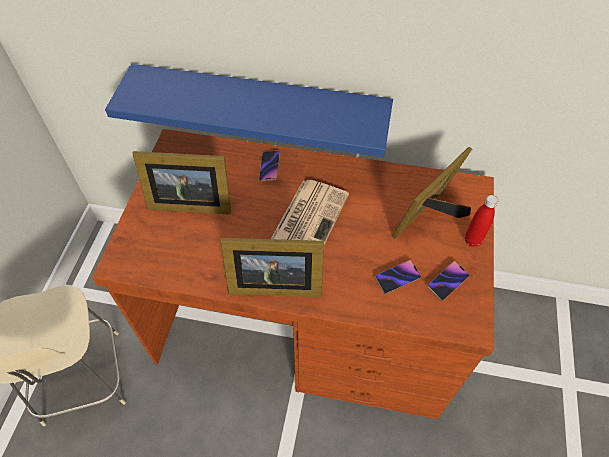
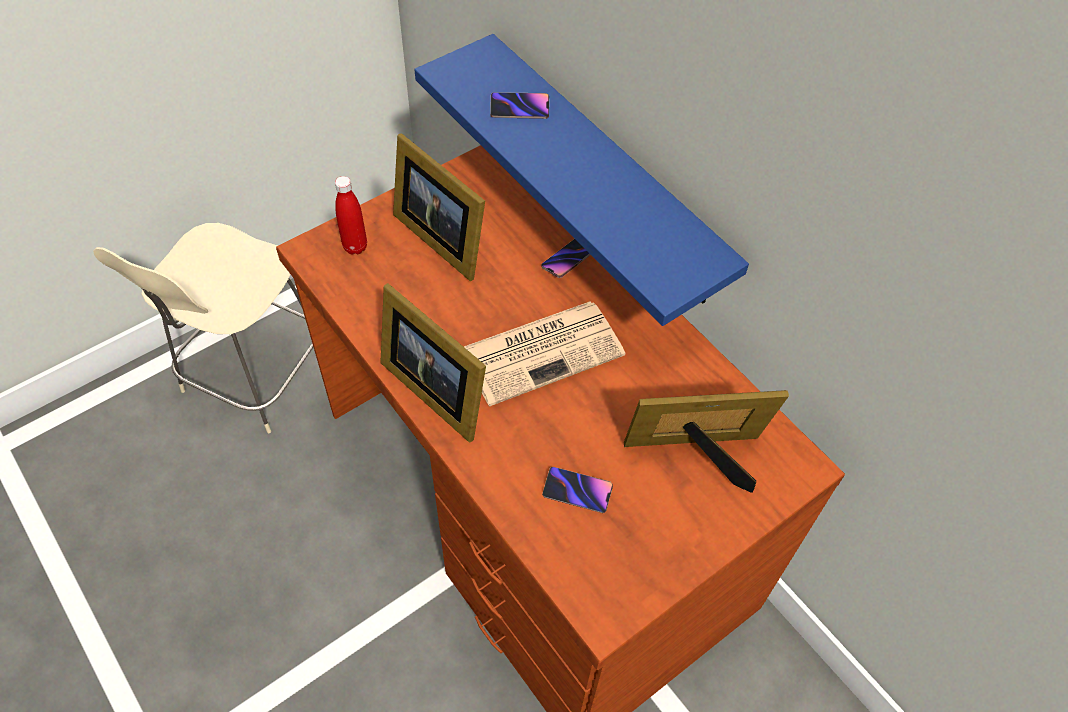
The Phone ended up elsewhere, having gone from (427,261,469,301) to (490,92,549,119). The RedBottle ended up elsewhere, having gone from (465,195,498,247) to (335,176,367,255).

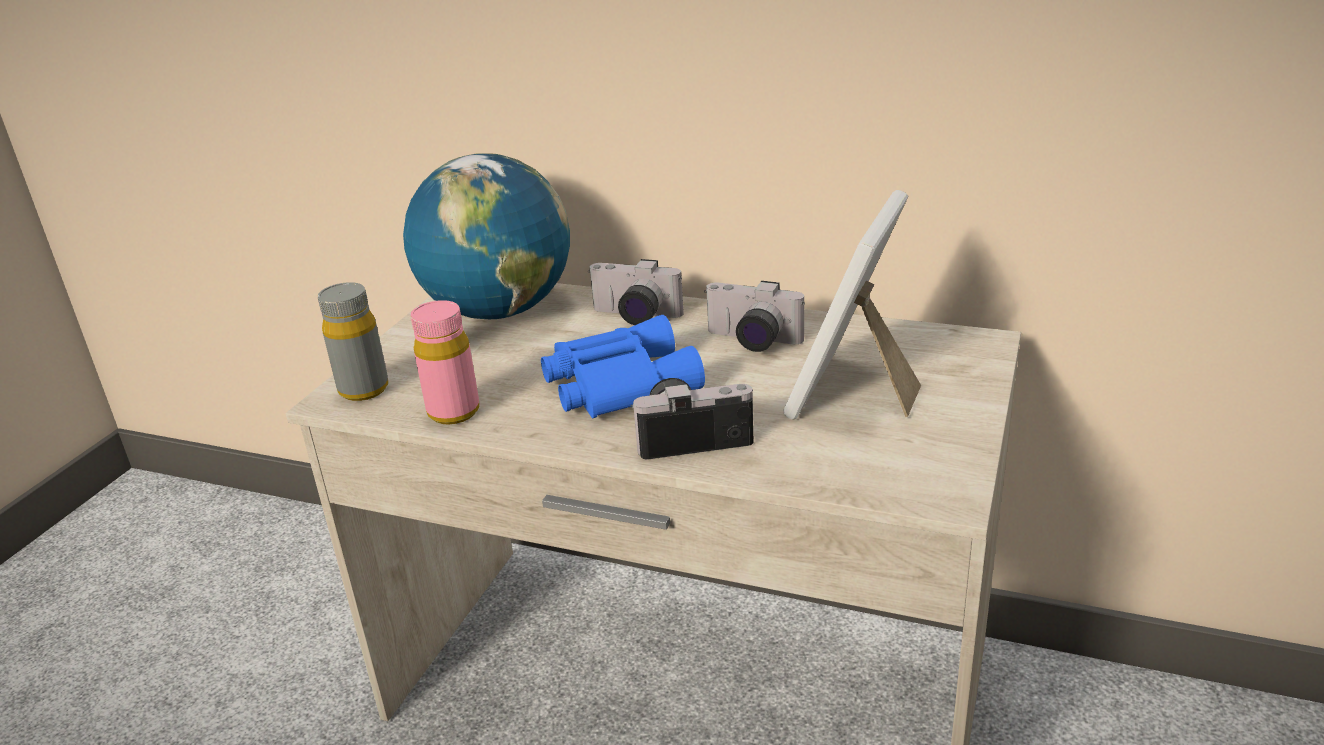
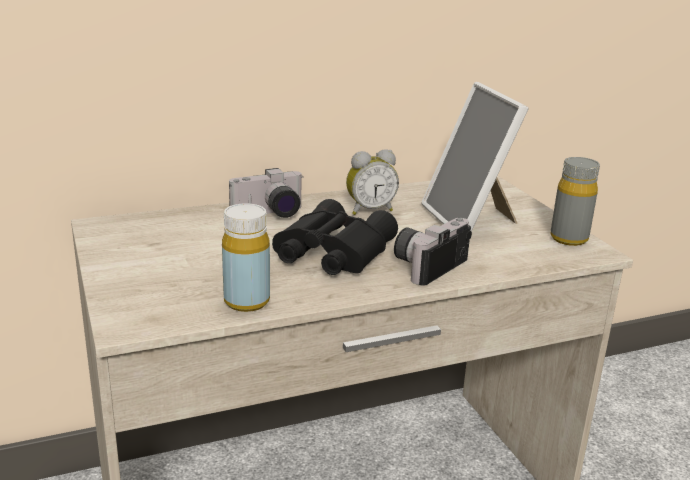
The second view lost the Globe at (403,153,570,319). The GreyishBottle ended up elsewhere, having gone from (318,282,389,401) to (550,157,600,246). Where the StillCamera stood at (704,281,805,352), the AlarmClock came to stand at (346,149,399,215). What was the PinkColouredBottle at (411,300,480,424) turned into the YellowColouredBottle at (222,203,270,312). What was the BluishFieldGlasses at (541,315,705,418) turned into the BlackFieldGlasses at (272,199,398,275).

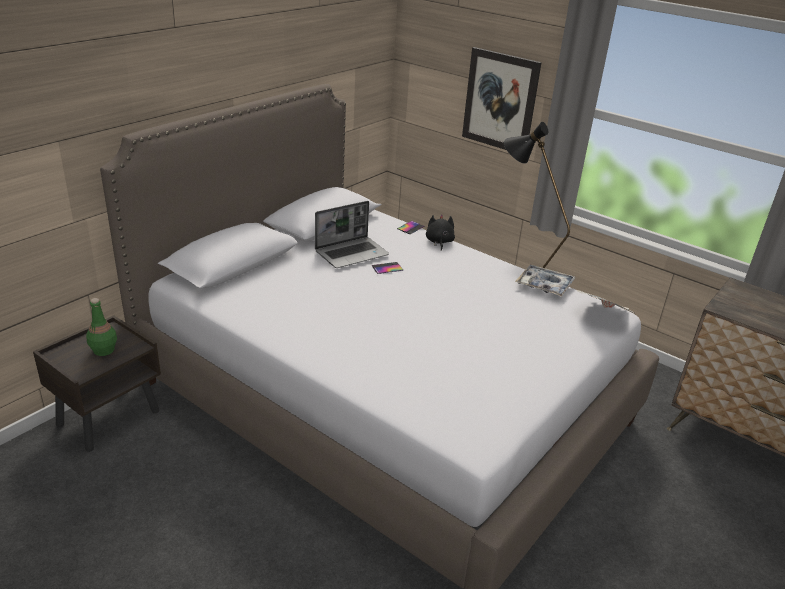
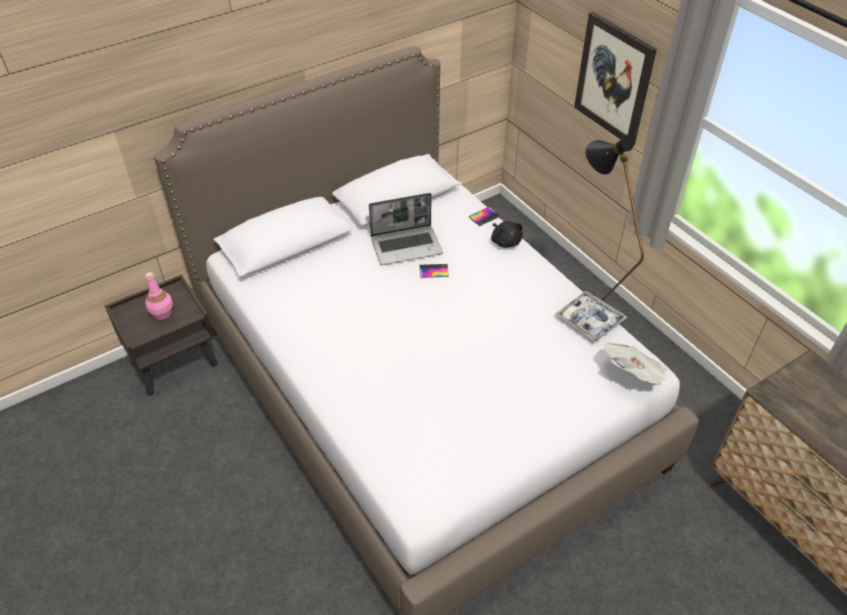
What was the GreenishBottle at (86,298,117,356) turned into the PinkColouredBottle at (145,272,173,320). The BlackCuddlyToy at (426,214,455,251) ended up facing another way, 135 degrees clockwise from before.

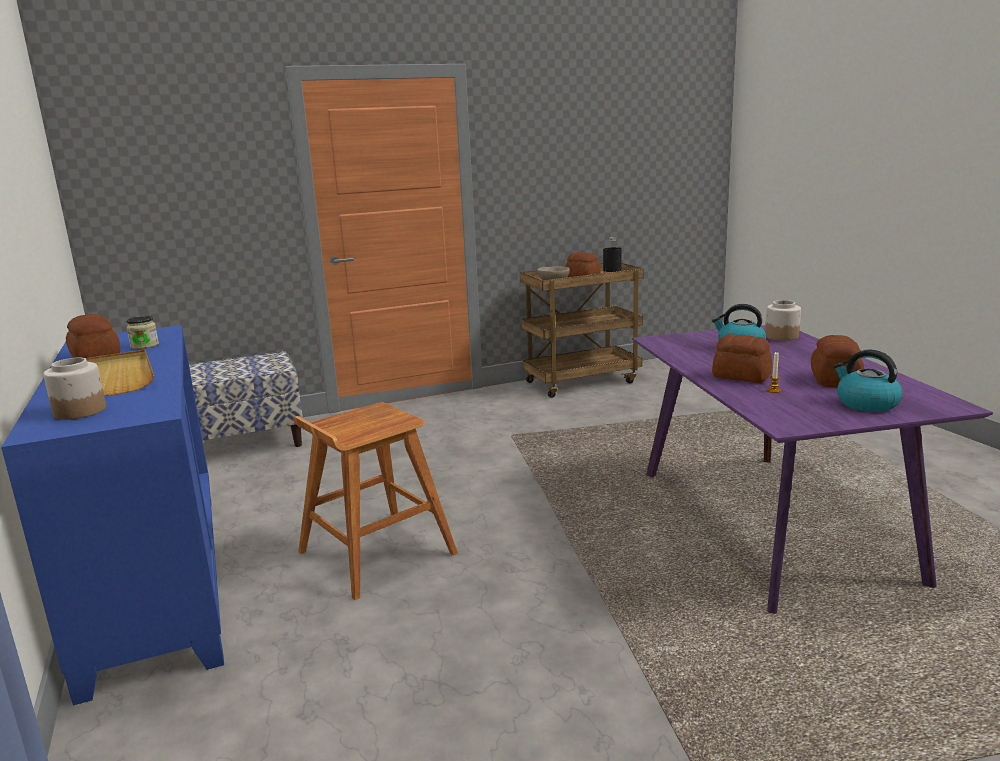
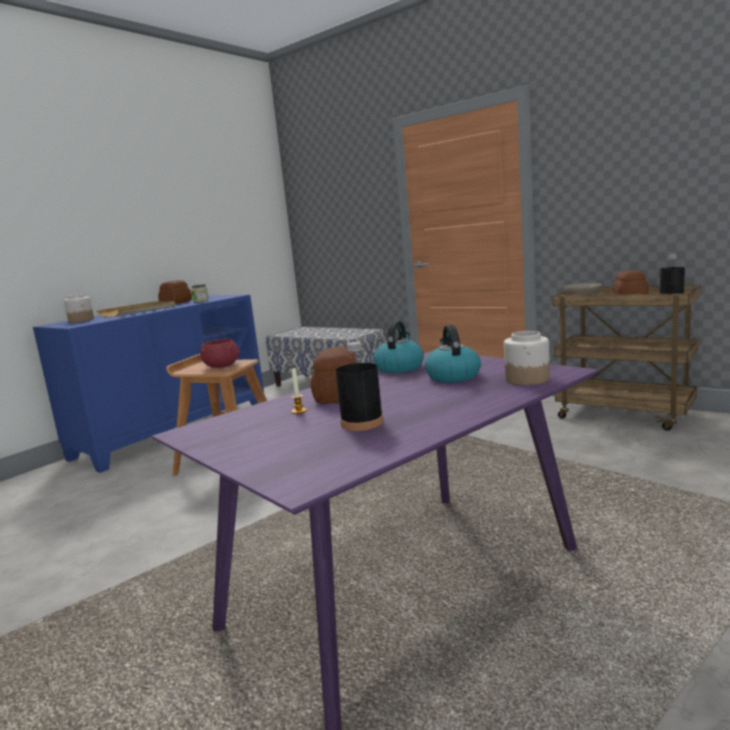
The second view gained the RedDeepDish at (200,339,240,368). The TeaKettle ended up elsewhere, having gone from (834,349,902,412) to (374,321,424,373). Where the BakeryBread stood at (811,335,864,387), the BlackBottle came to stand at (336,342,383,431).

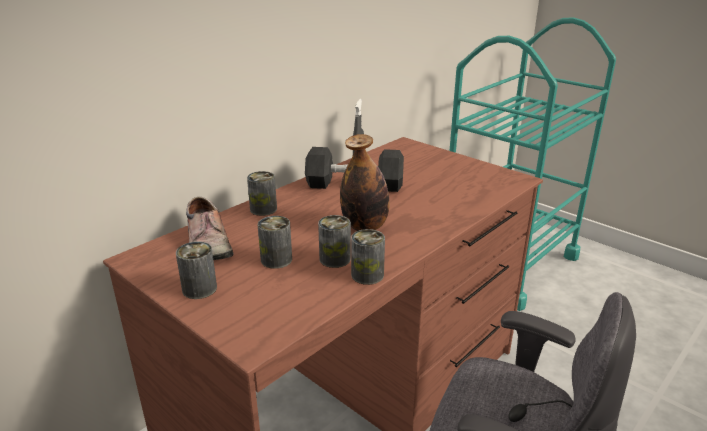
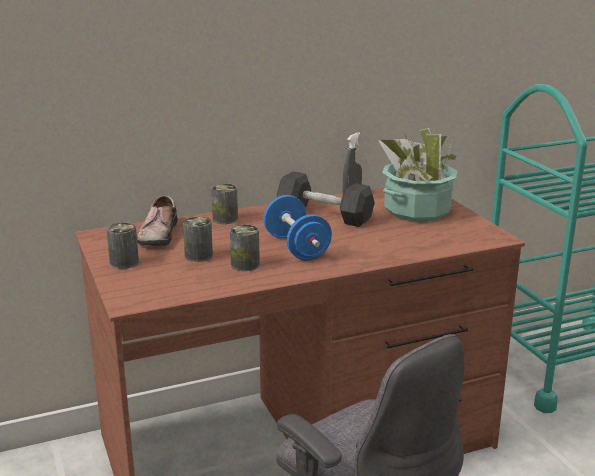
The second view lost the MetalCan at (351,229,385,285). The second view gained the PottedPlant at (379,128,458,222). Where the Bottle stood at (340,134,390,231), the BluishHandWeight came to stand at (263,195,332,260).

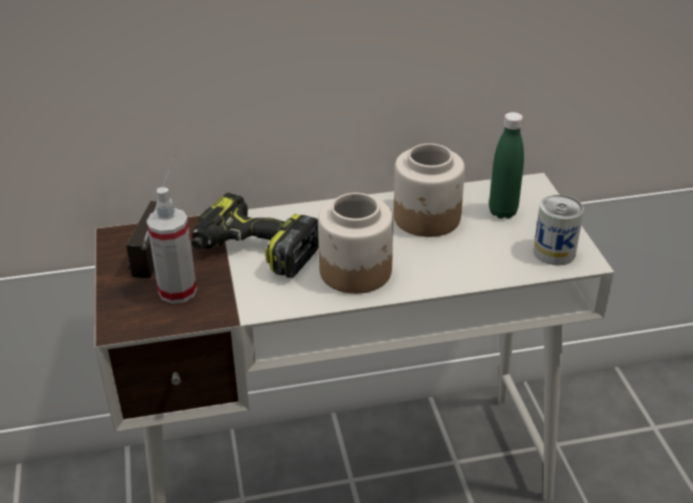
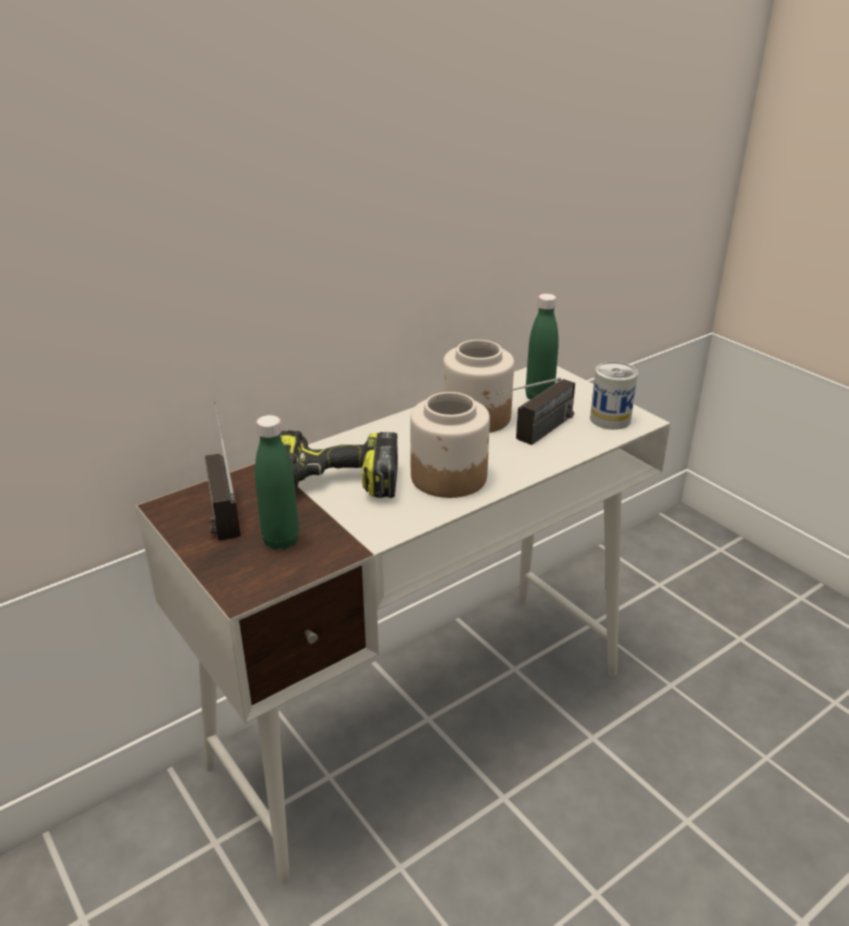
The second view gained the RadioSet at (496,378,575,445). Where the SprayBottle stood at (147,187,197,304), the GreenishBottle came to stand at (255,415,299,550).

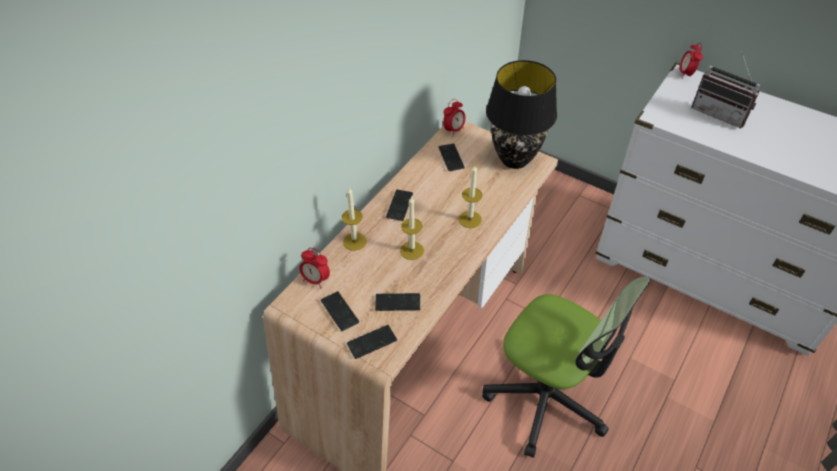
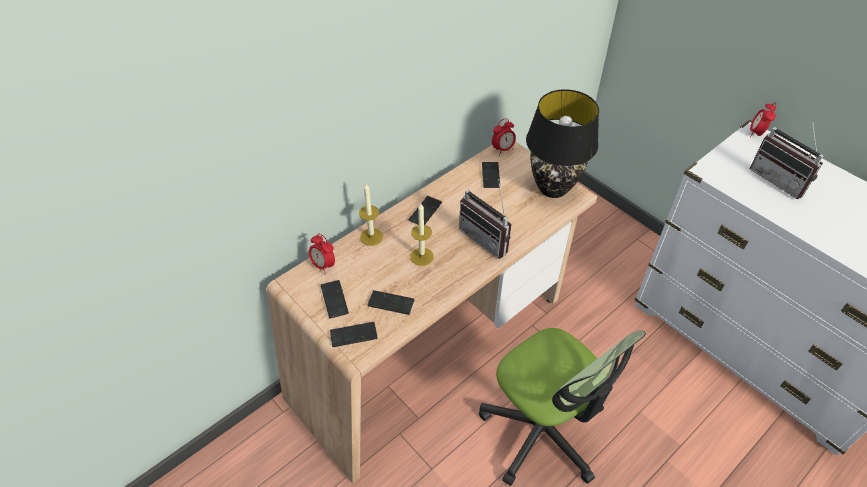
Where the WaxLight stood at (459,165,482,228), the RadioSet came to stand at (459,179,512,259).

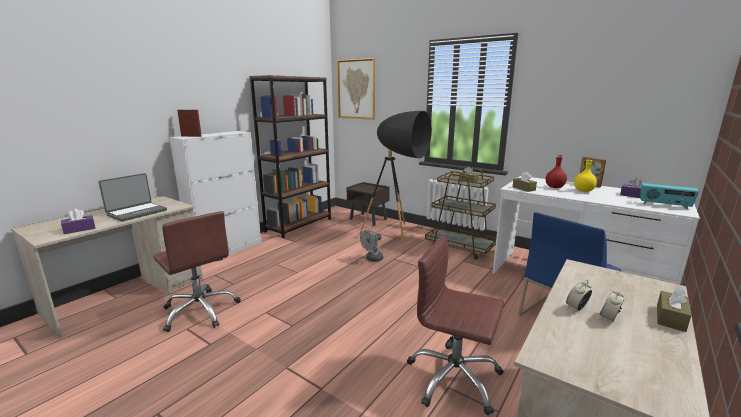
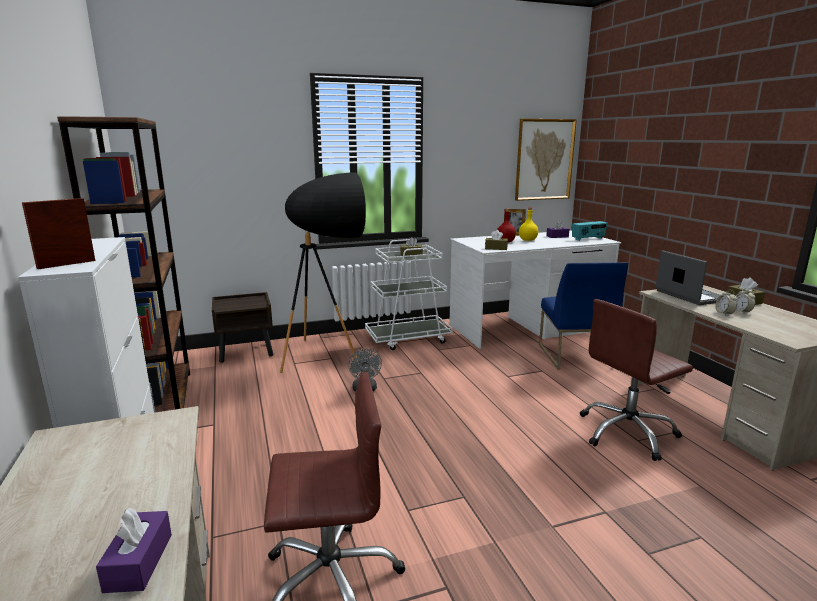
The NotebookComputer ended up elsewhere, having gone from (99,173,167,222) to (656,251,720,305). The WallArt ended up elsewhere, having gone from (337,58,375,120) to (515,119,577,201). What was the BrownColouredTrolley at (425,168,496,259) turned into the WhitishTrolley at (365,239,453,350).

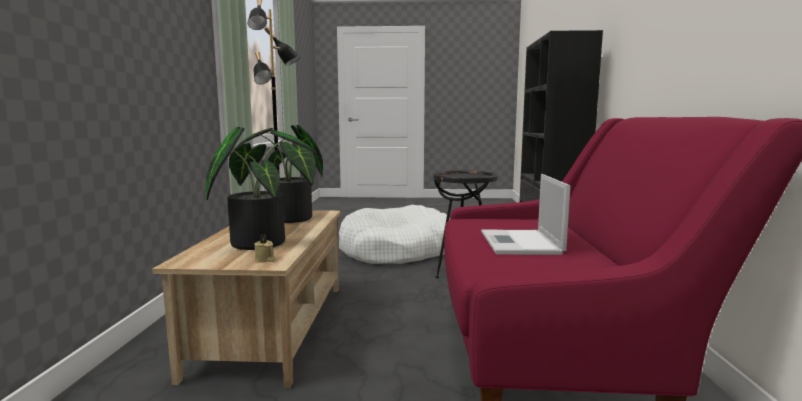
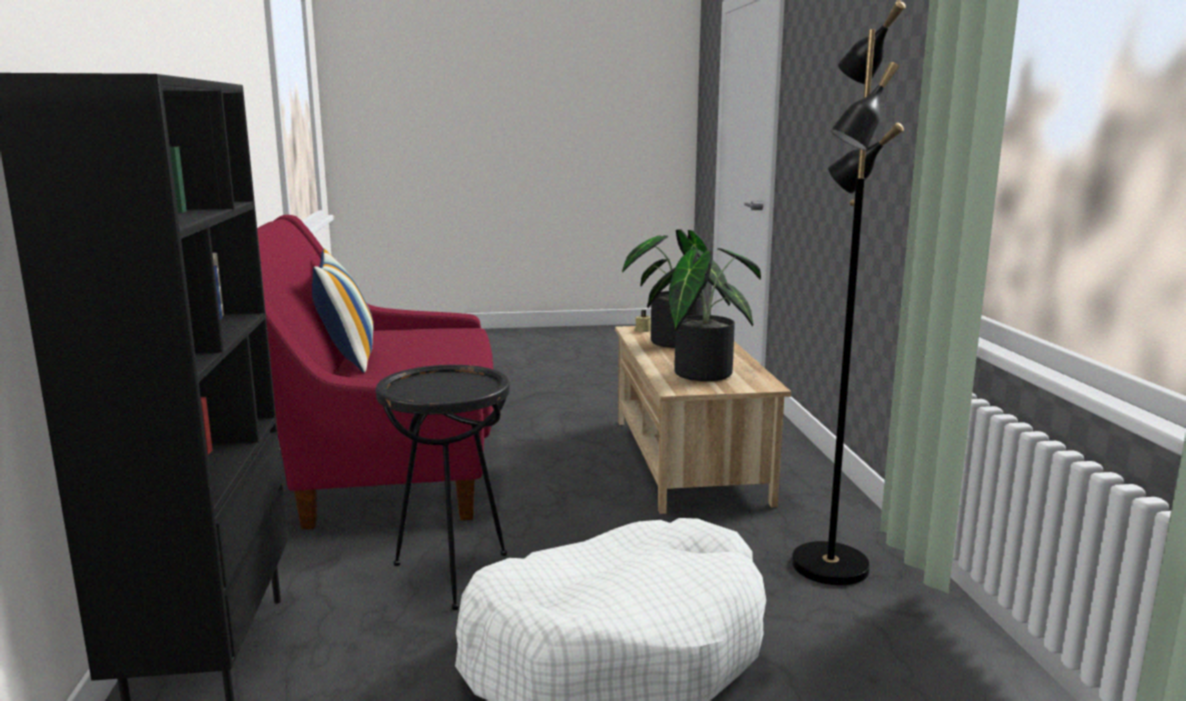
The second view lost the NotebookComputer at (481,174,571,255). The second view gained the Cushion at (312,249,374,373).

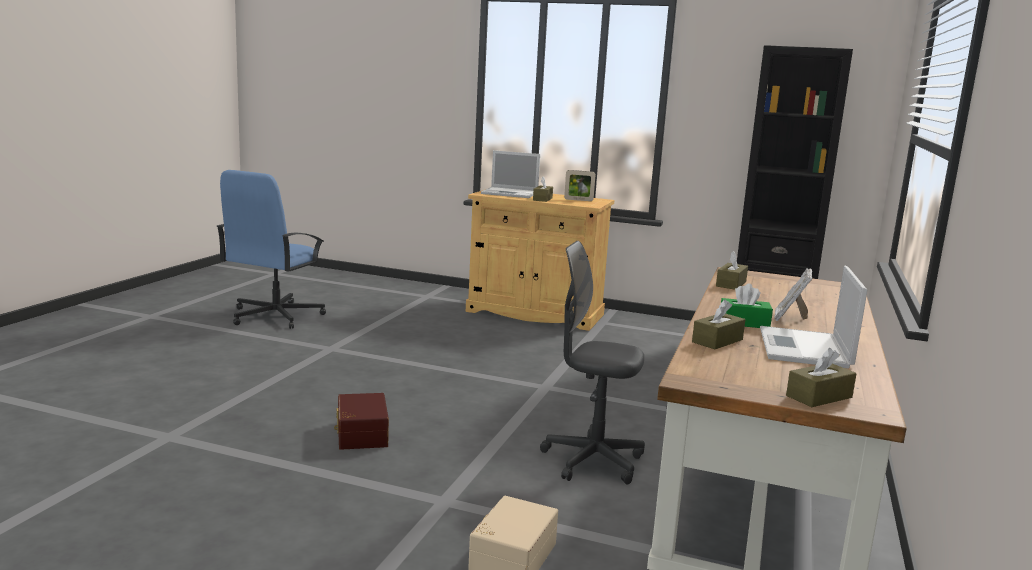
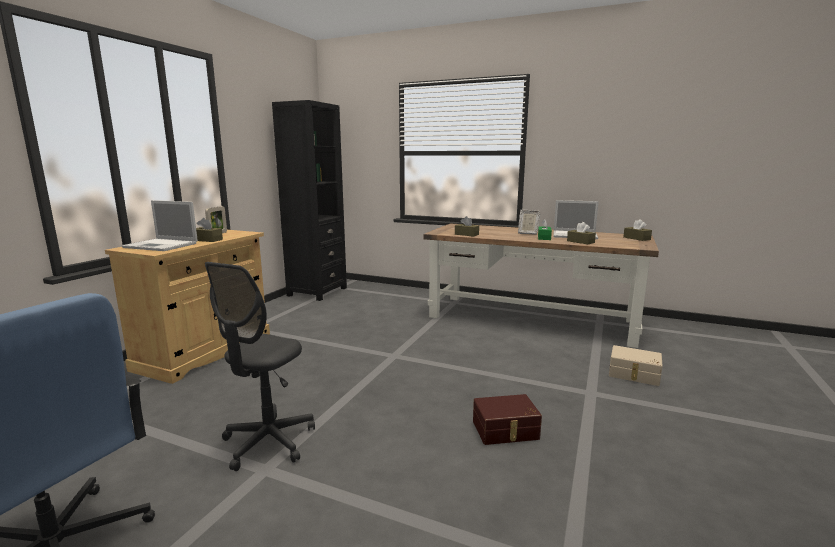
The GreyishOfficeChair ended up elsewhere, having gone from (540,241,645,485) to (205,262,315,471). The NotebookComputer at (481,150,540,198) ended up facing another way, 90 degrees clockwise from before.

